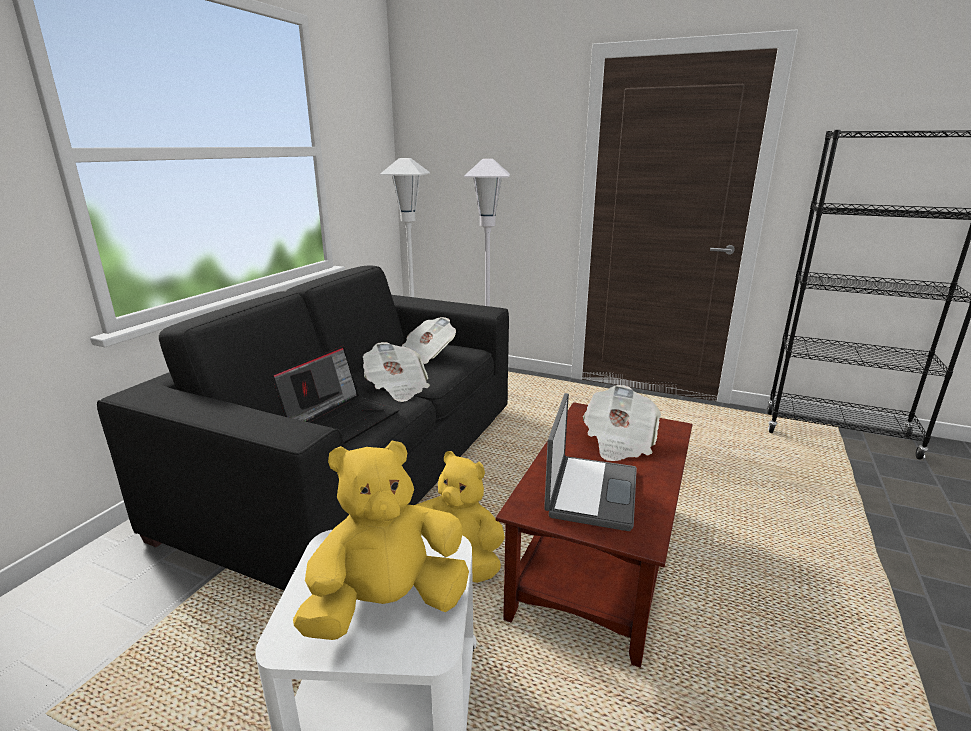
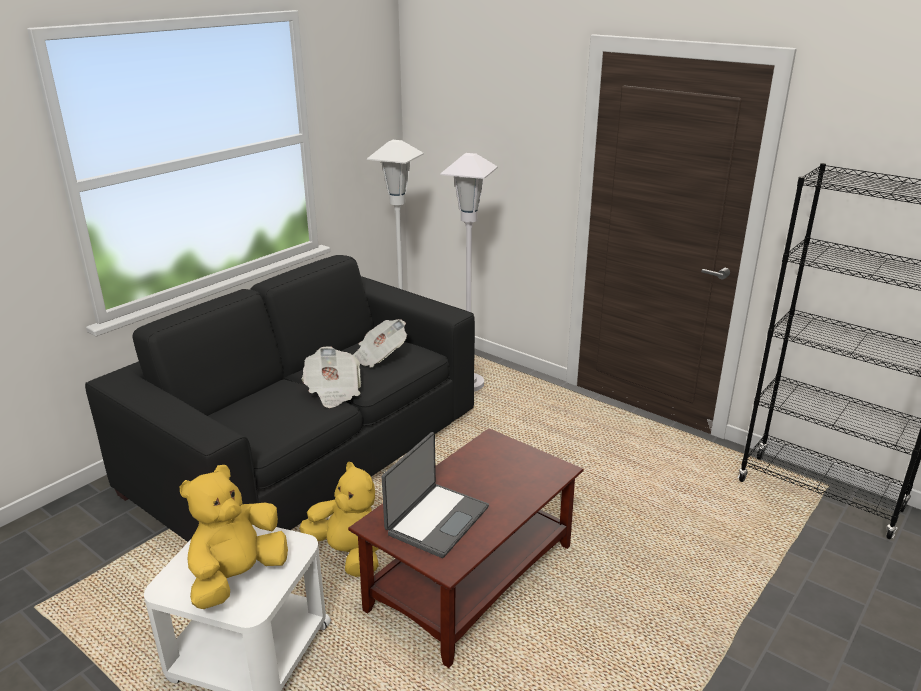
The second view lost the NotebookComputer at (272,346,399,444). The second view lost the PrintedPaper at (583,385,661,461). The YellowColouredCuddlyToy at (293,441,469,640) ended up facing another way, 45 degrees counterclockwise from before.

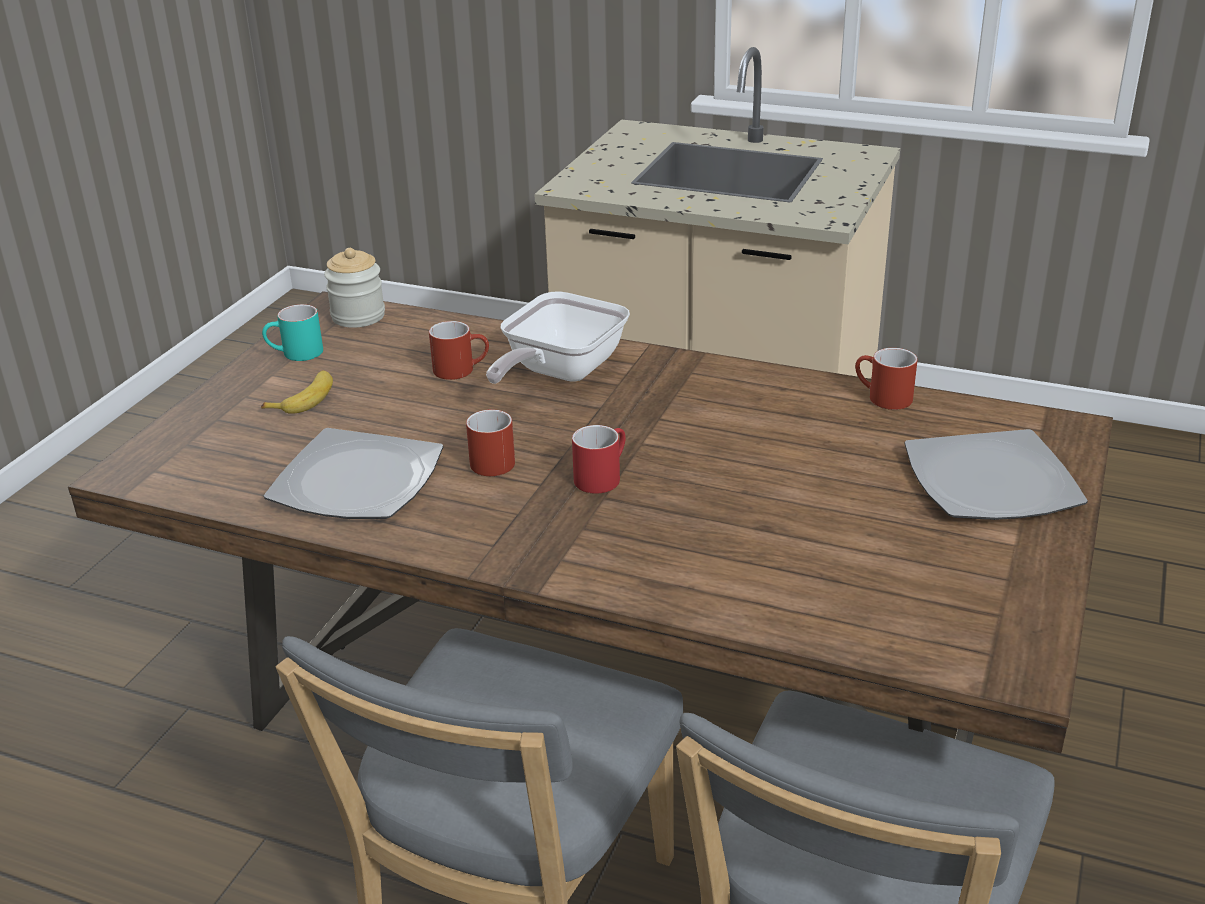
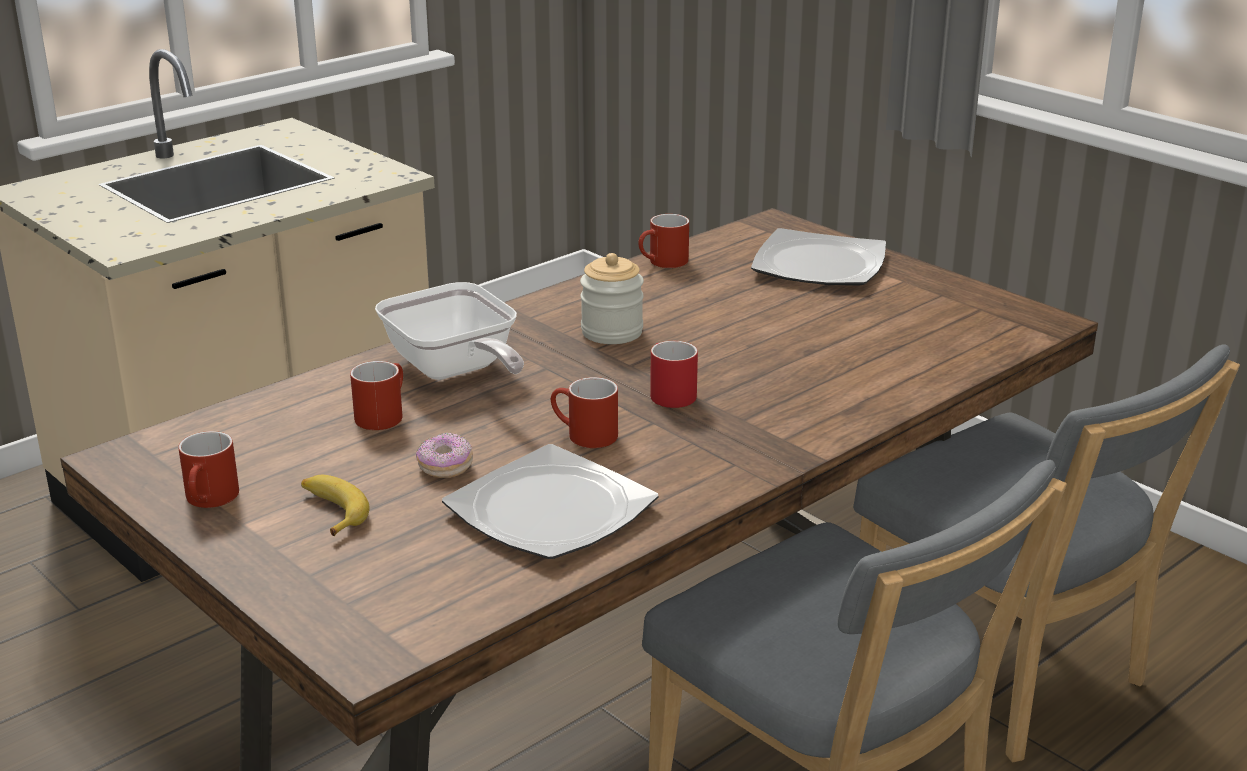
The second view gained the Donut at (416,433,473,478). The Jar ended up elsewhere, having gone from (324,248,385,328) to (580,253,644,344). What was the TurquoiseMug at (262,304,323,361) turned into the RedMug at (178,431,239,508).

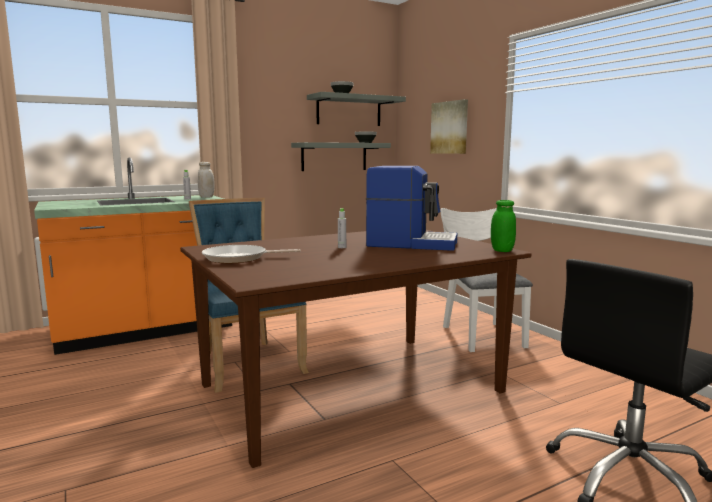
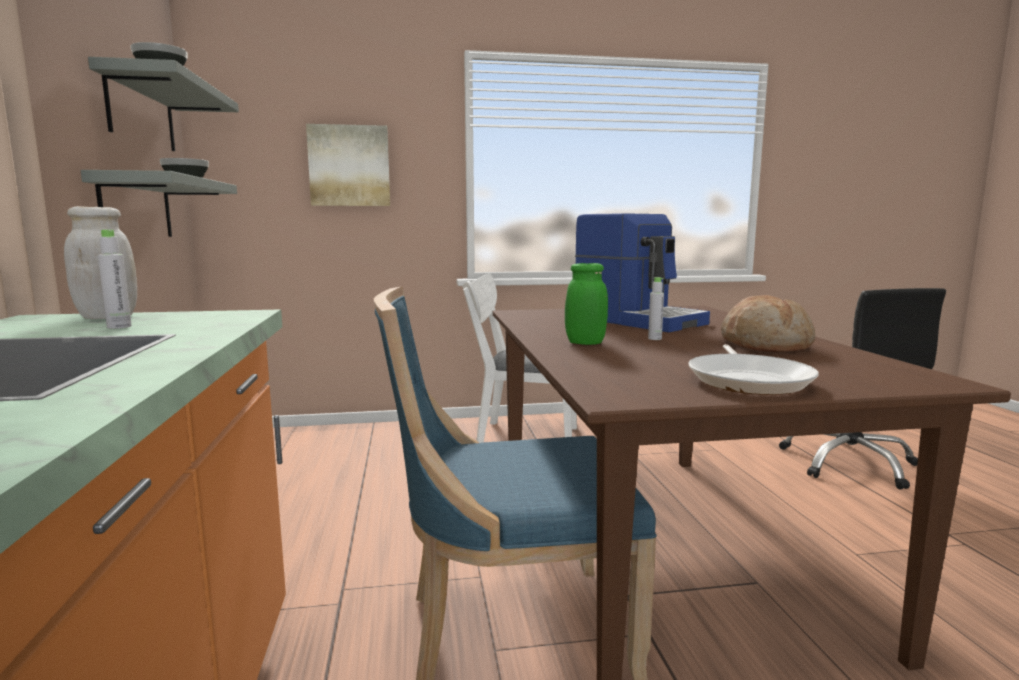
The second view gained the BakeryBread at (721,295,816,352). The GreenishJar ended up elsewhere, having gone from (491,200,516,252) to (565,263,608,345). The CoffeeBrewer at (366,166,457,251) ended up facing another way, 105 degrees clockwise from before.

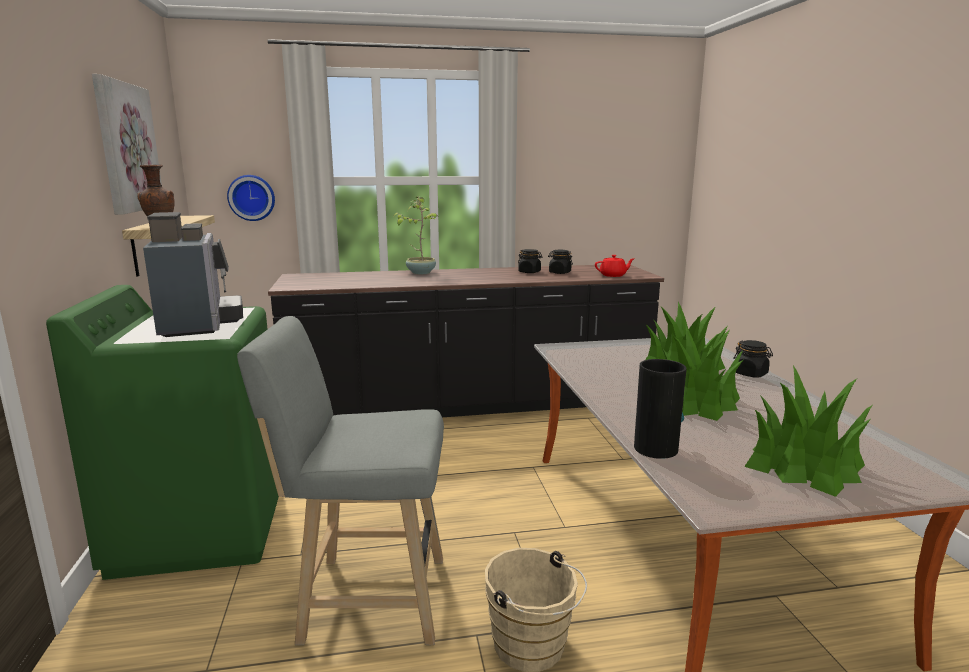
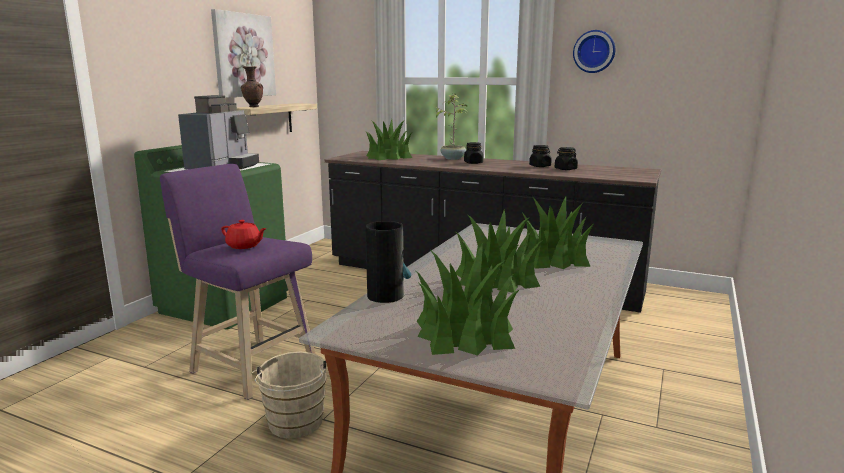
The second view gained the PottedPlant at (365,119,412,160). The HangingClock ended up elsewhere, having gone from (227,175,275,221) to (573,30,615,73). The RedPotForTea ended up elsewhere, having gone from (595,255,635,277) to (221,220,267,249). The BlackJar ended up elsewhere, having gone from (733,340,773,378) to (464,142,483,164). What was the GreyishSittingStool at (237,316,444,645) turned into the PurplishSittingStool at (160,164,316,400).

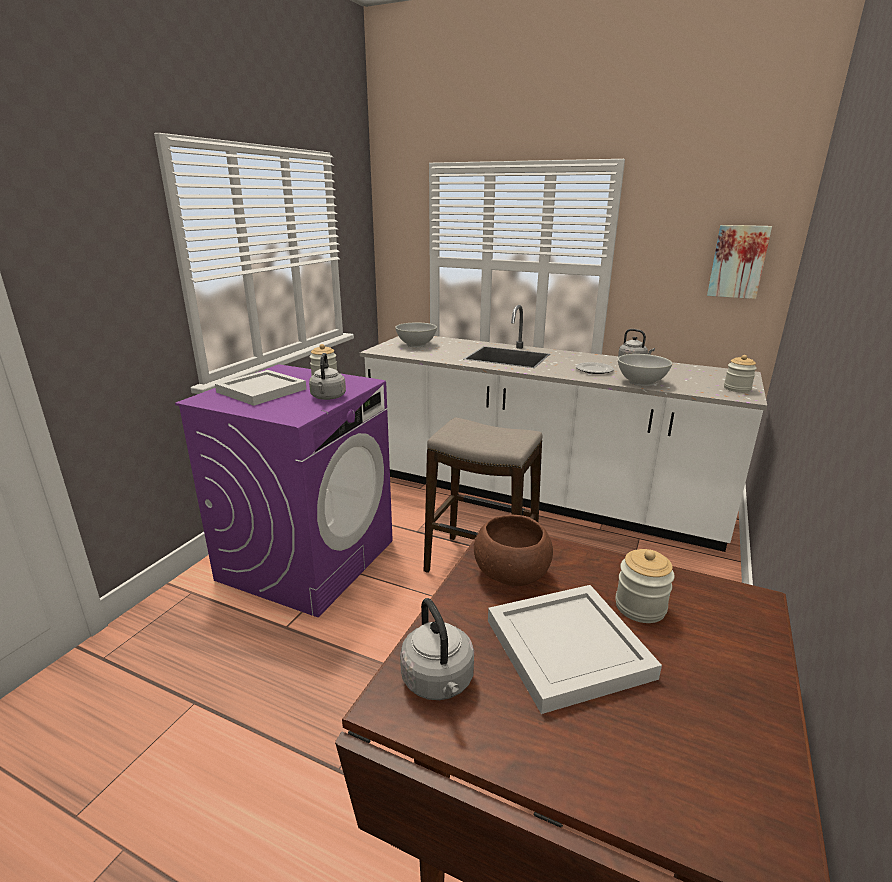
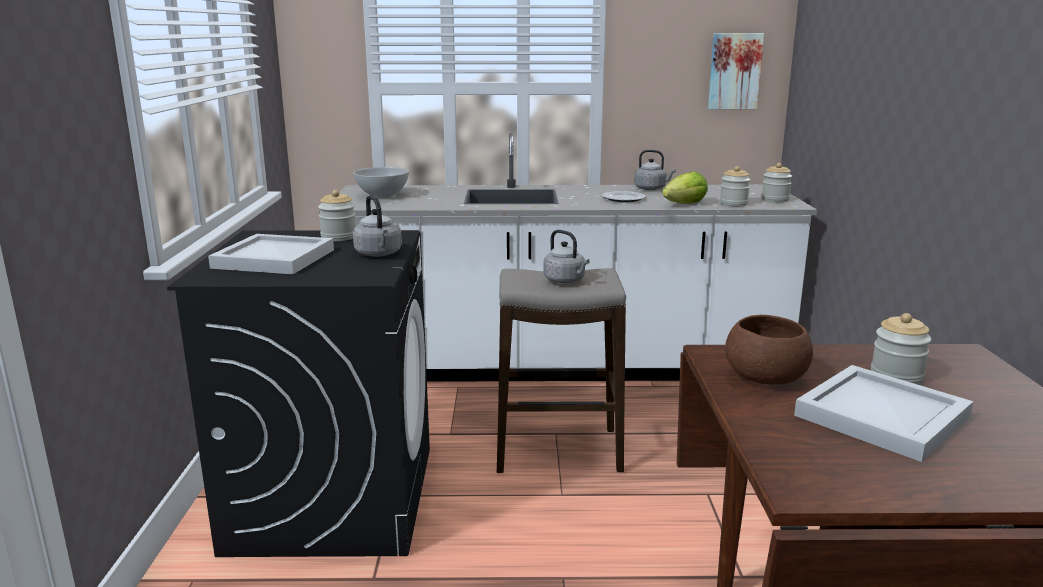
The second view gained the Jar at (720,166,751,206). The GreyishTeaKettle ended up elsewhere, having gone from (400,598,474,700) to (543,230,589,283). Where the WhitishDeepDish stood at (618,354,672,386), the HeadOfLettuce came to stand at (662,172,708,204). What was the PurplishLaundryMachine at (175,364,393,617) turned into the BlackLaundryMachine at (167,230,430,557).

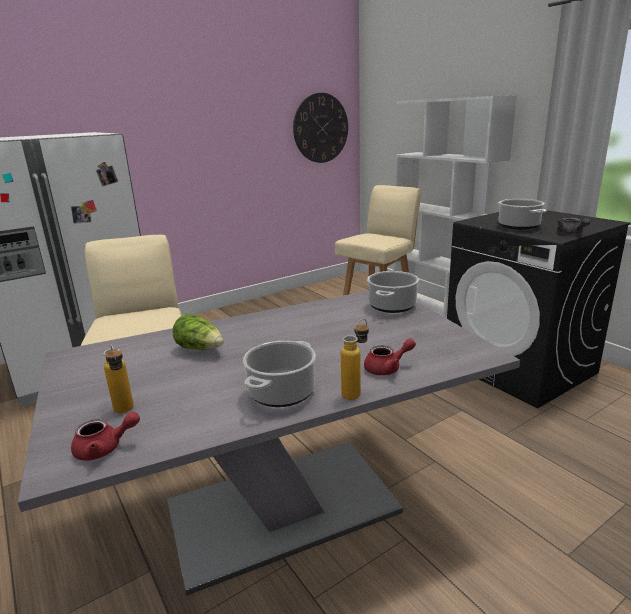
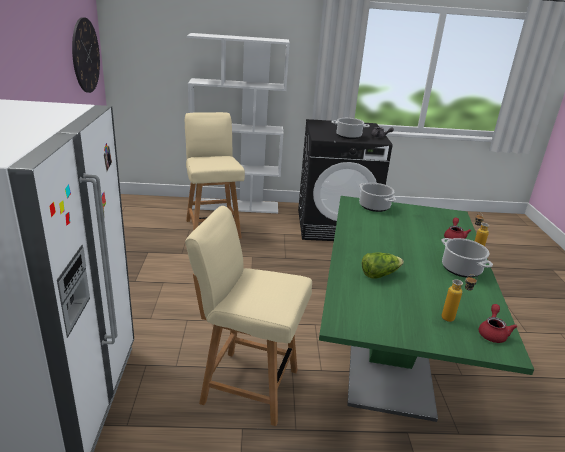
What was the GreyishDiningTable at (18,291,520,596) turned into the GreenishDiningTable at (319,196,534,422).

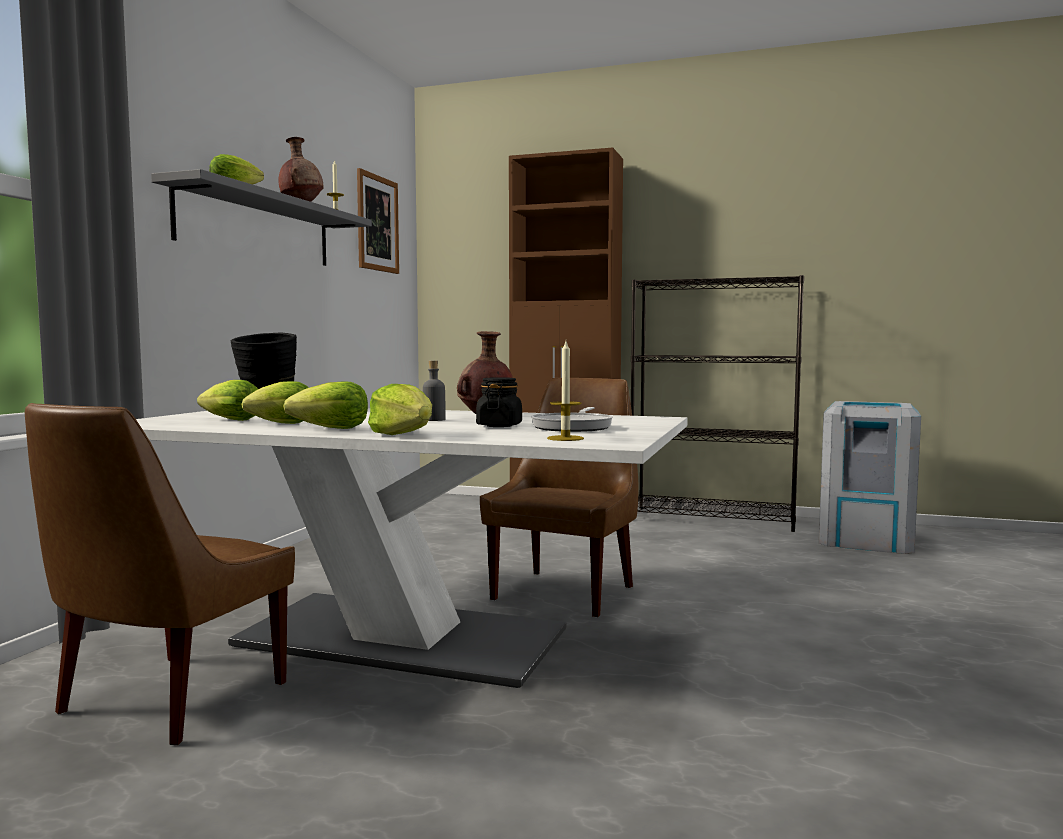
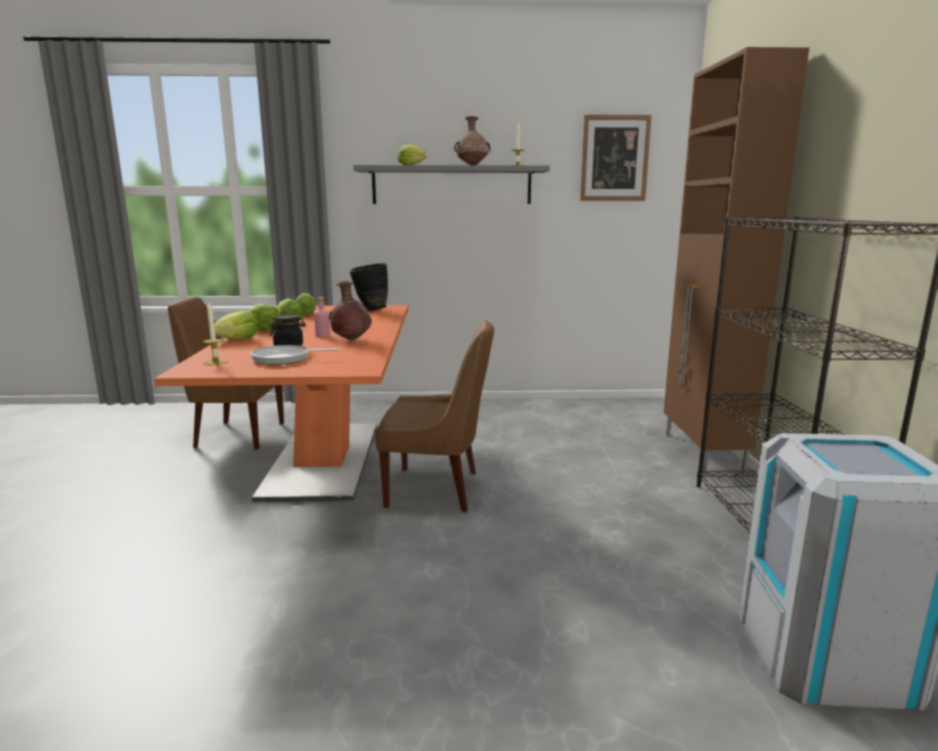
What was the WhitishDiningTable at (136,408,687,688) turned into the OrangeyDiningTable at (154,305,408,502). What was the GreyishBottle at (423,361,446,421) turned into the PinkColouredBottle at (314,297,330,337).

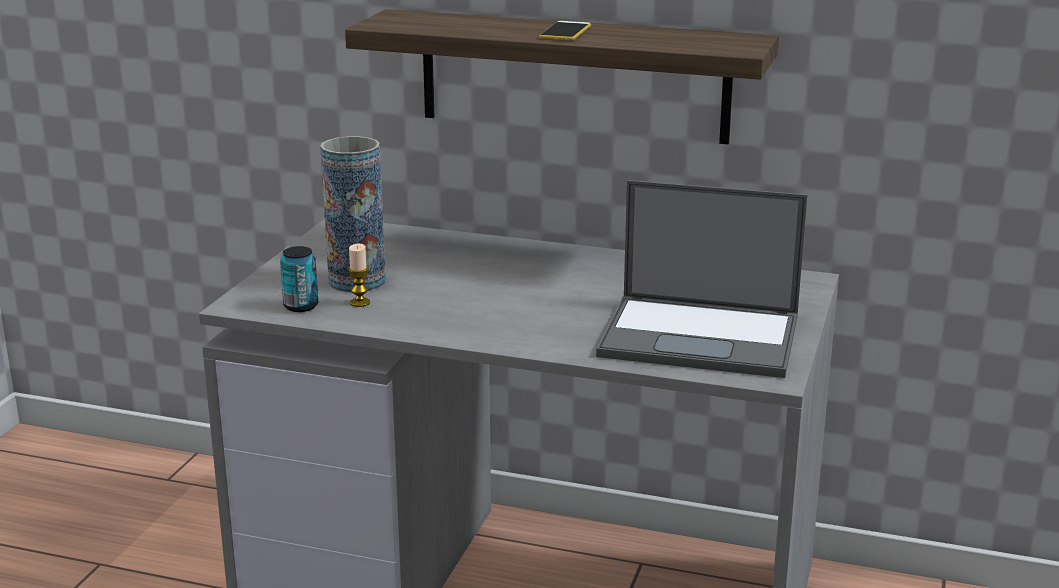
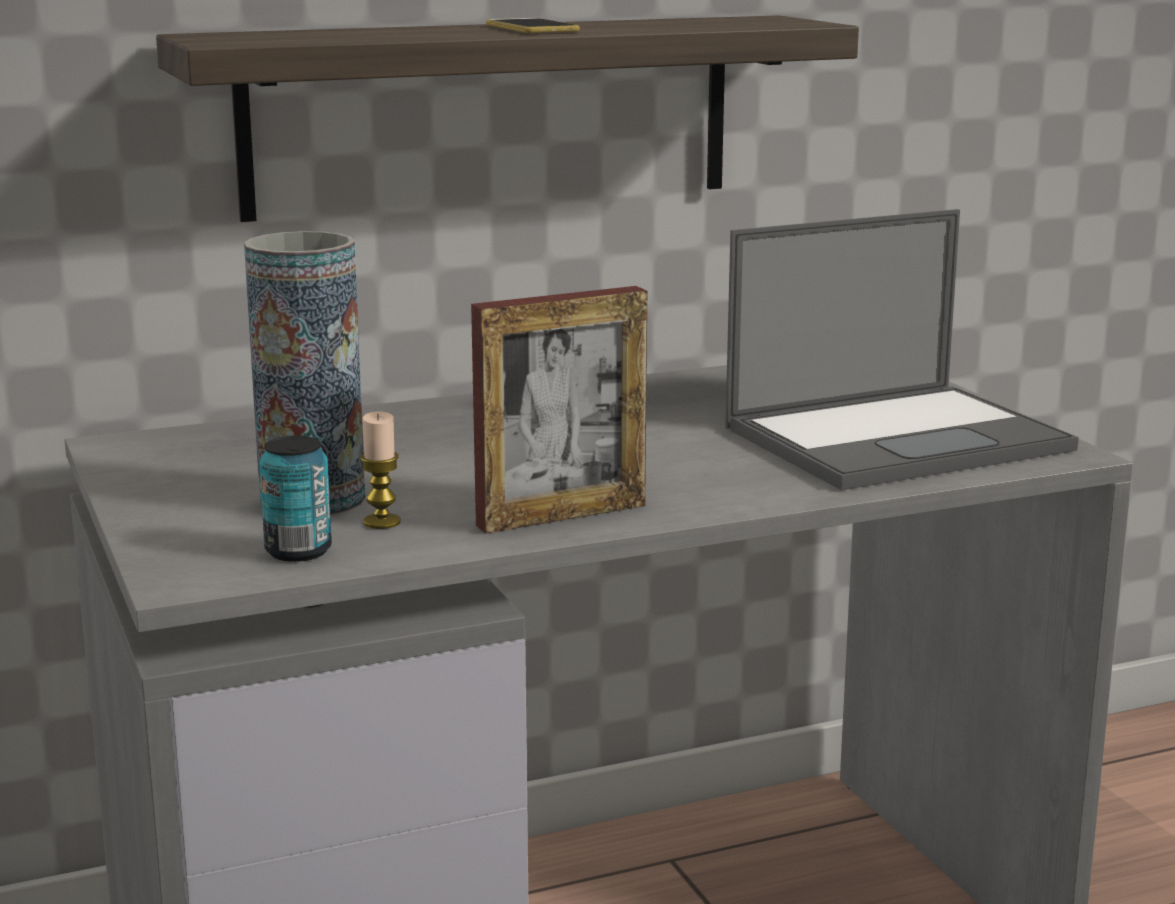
The second view gained the PhotoFrame at (471,286,647,533).

